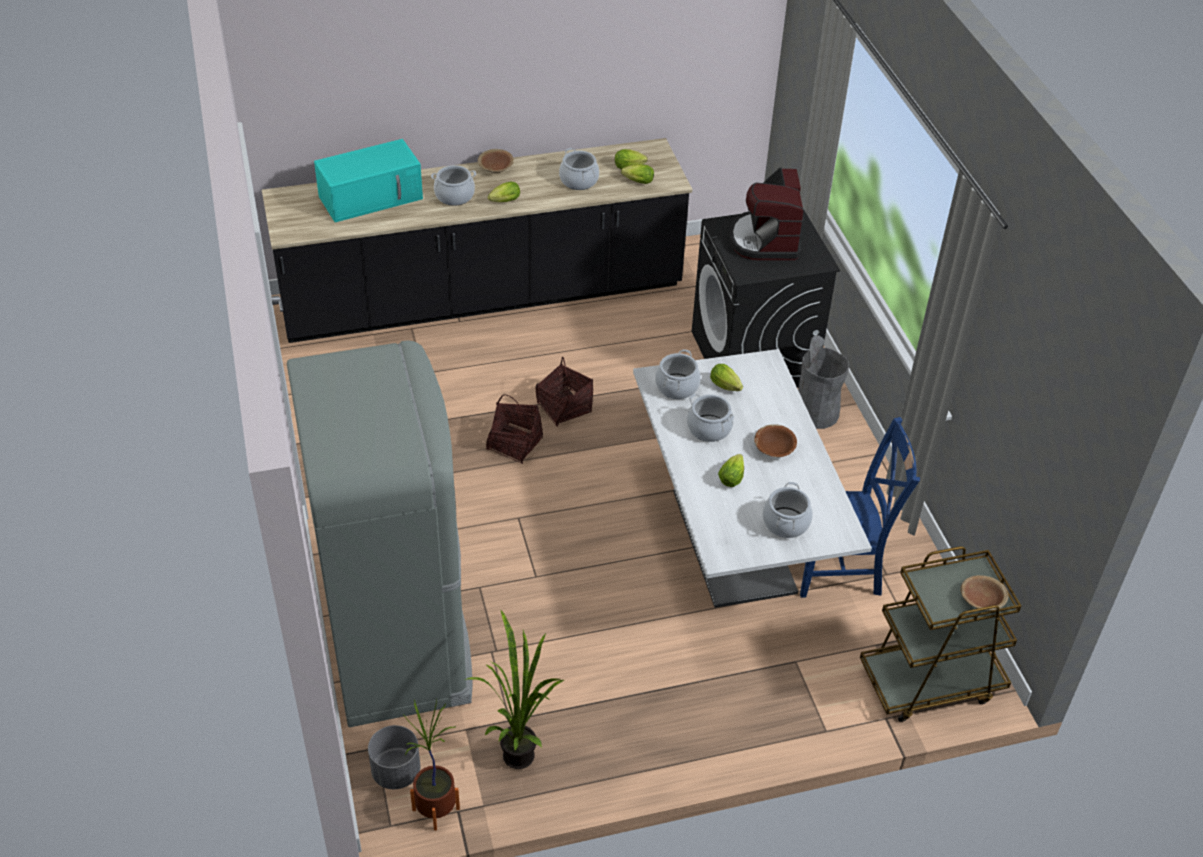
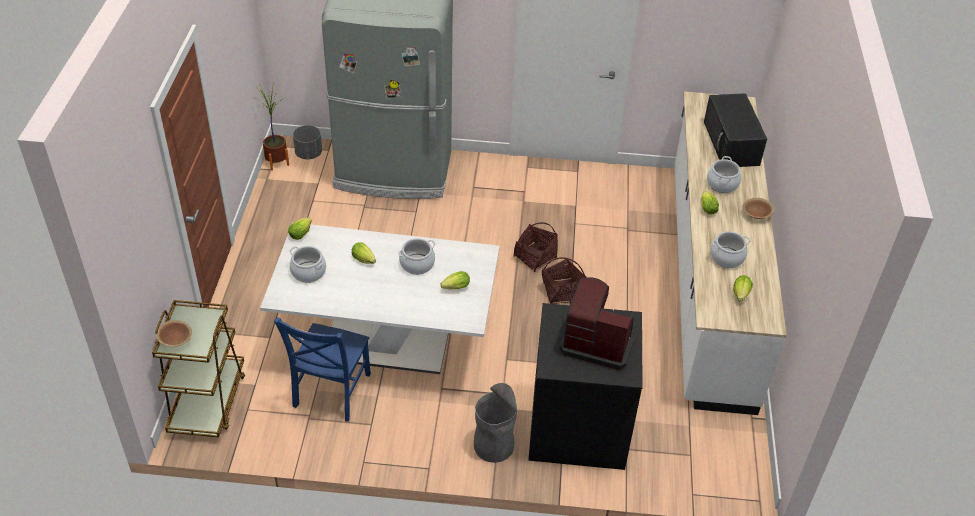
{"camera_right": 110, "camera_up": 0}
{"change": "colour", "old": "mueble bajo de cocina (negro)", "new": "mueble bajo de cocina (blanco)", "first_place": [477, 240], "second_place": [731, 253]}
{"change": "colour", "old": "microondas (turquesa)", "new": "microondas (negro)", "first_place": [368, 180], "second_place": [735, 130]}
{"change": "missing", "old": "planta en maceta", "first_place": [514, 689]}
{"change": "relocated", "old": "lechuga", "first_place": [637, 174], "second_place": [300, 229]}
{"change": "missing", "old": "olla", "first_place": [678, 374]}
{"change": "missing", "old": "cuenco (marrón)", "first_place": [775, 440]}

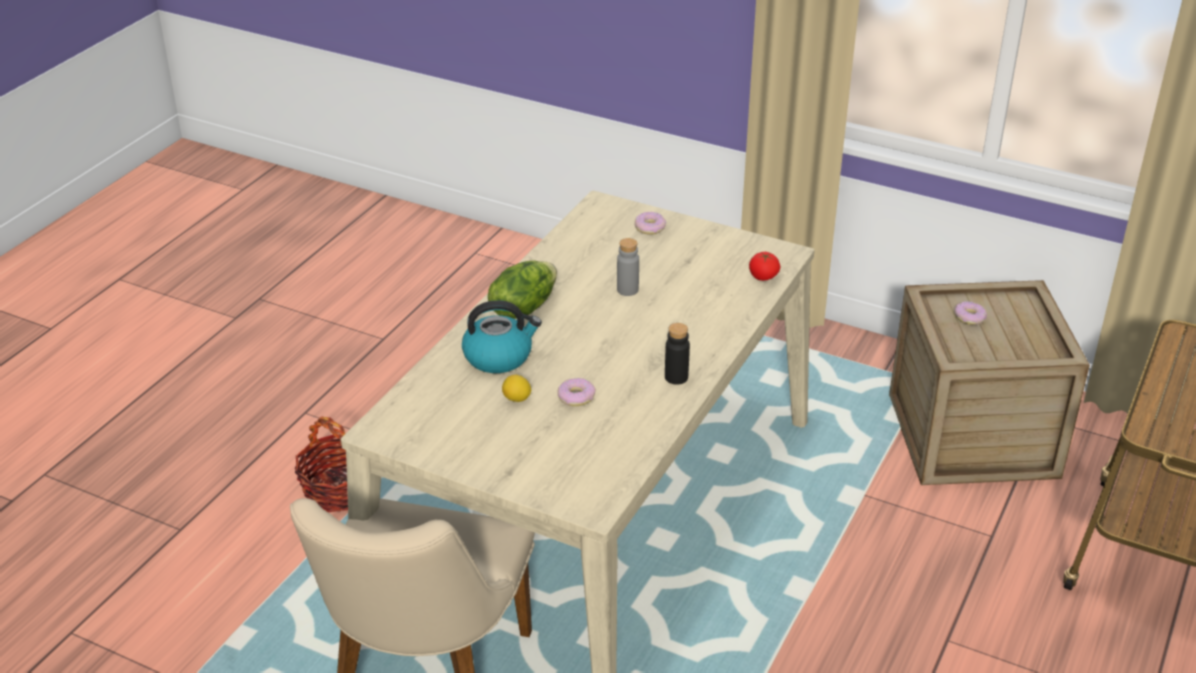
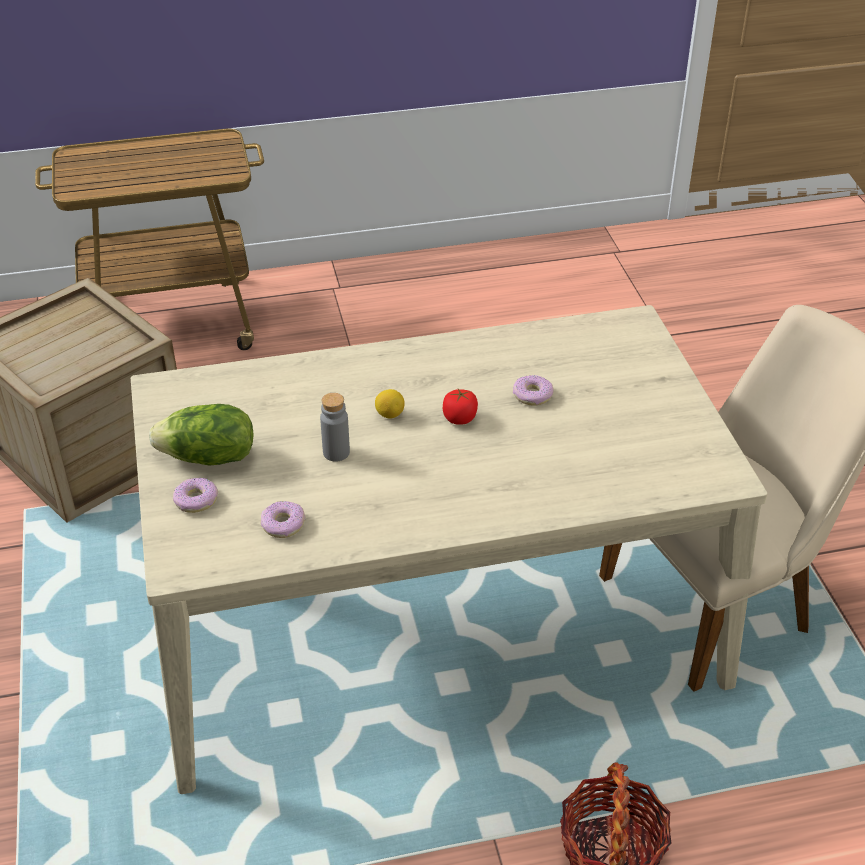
{"camera_right": -130, "camera_up": 5}
{"change": "missing", "old": "hervidor", "first_place": [502, 336]}
{"change": "relocated", "old": "lechuga", "first_place": [522, 289], "second_place": [201, 435]}
{"change": "relocated", "old": "limón", "first_place": [517, 388], "second_place": [390, 403]}
{"change": "missing", "old": "botella (negro)", "first_place": [677, 354]}
{"change": "relocated", "old": "tomate", "first_place": [764, 266], "second_place": [460, 407]}
{"change": "relocated", "old": "rosquilla", "first_place": [970, 313], "second_place": [282, 519]}

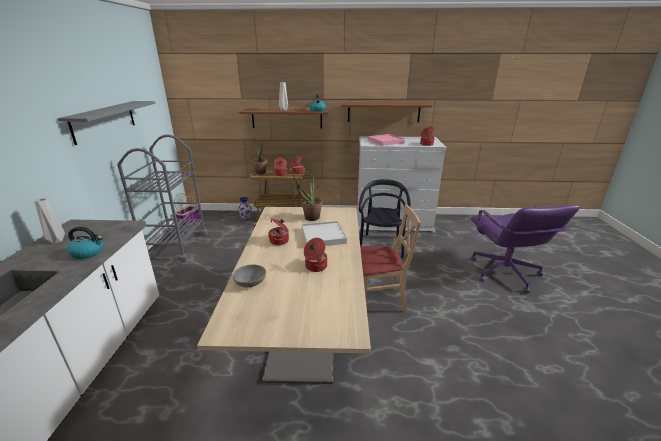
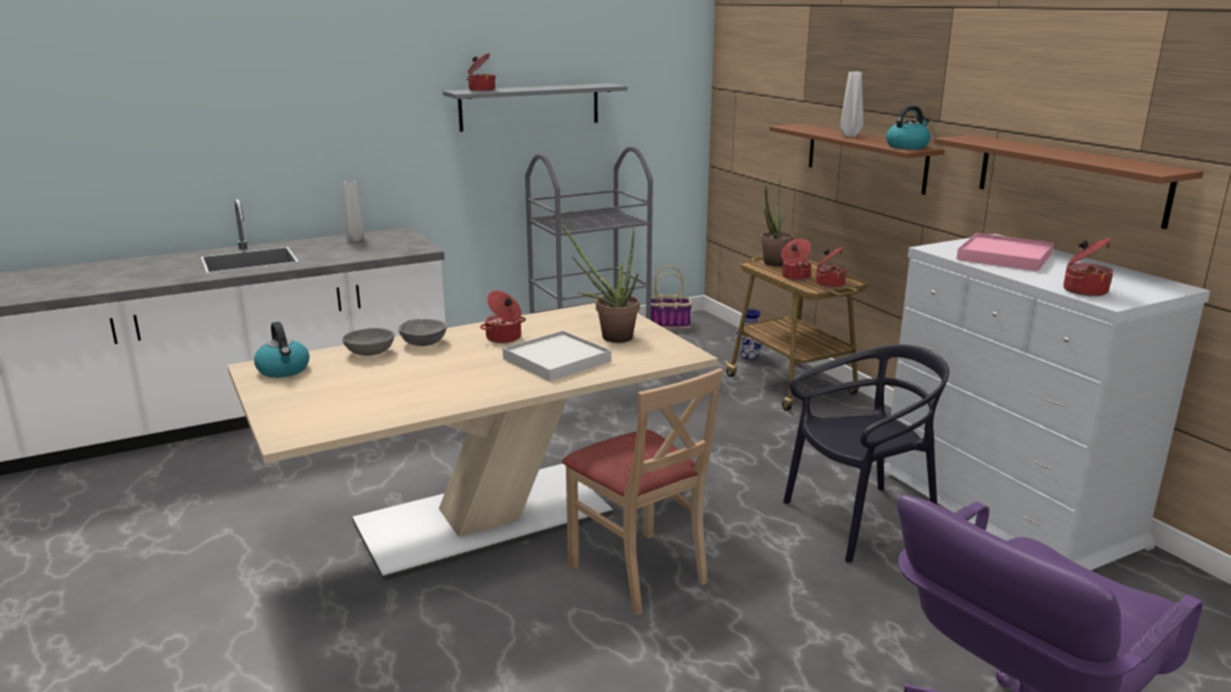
{"camera_right": 60, "camera_up": -5}
{"change": "relocated", "old": "hervidor", "first_place": [85, 243], "second_place": [281, 350]}
{"change": "relocated", "old": "olla", "first_place": [315, 255], "second_place": [481, 72]}
{"change": "appeared", "new": "cuenco (gris)", "second_place": [422, 332]}

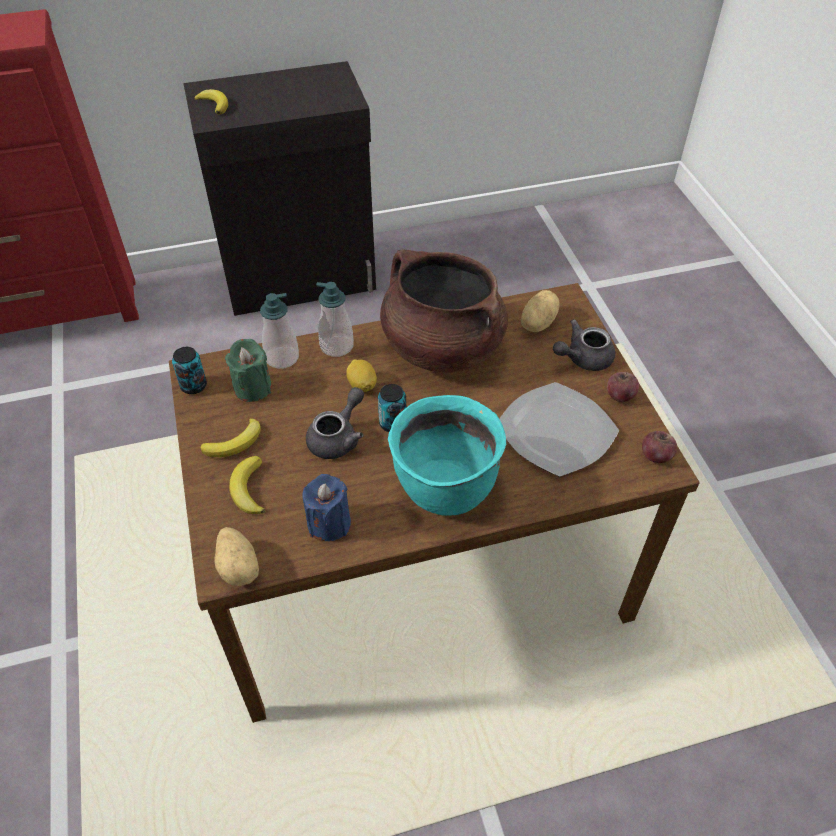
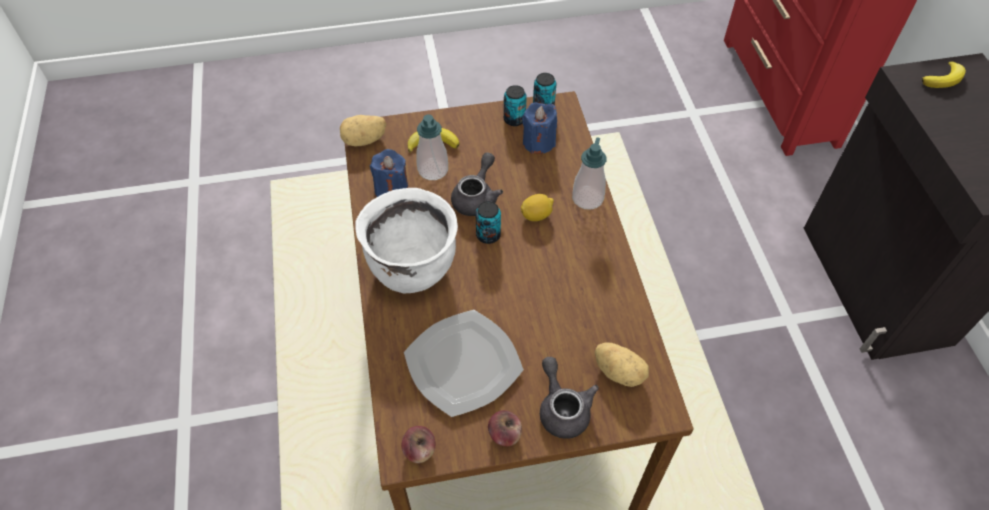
{"camera_right": 95, "camera_up": 5}
{"change": "missing", "old": "plátano", "first_place": [230, 437]}
{"change": "colour", "old": "vela (verde)", "new": "vela (azul)", "first_place": [248, 370], "second_place": [539, 128]}
{"change": "relocated", "old": "dispensador de jabón", "first_place": [279, 331], "second_place": [432, 147]}
{"change": "spun", "old": "tetera (gris)", "first_place": [335, 423], "second_place": [477, 184], "degrees": -105}
{"change": "missing", "old": "olla (marrón)", "first_place": [444, 311]}
{"change": "colour", "old": "olla (turquesa)", "new": "olla (blanco)", "first_place": [447, 455], "second_place": [406, 240]}
{"change": "appeared", "new": "lata", "second_place": [515, 105]}

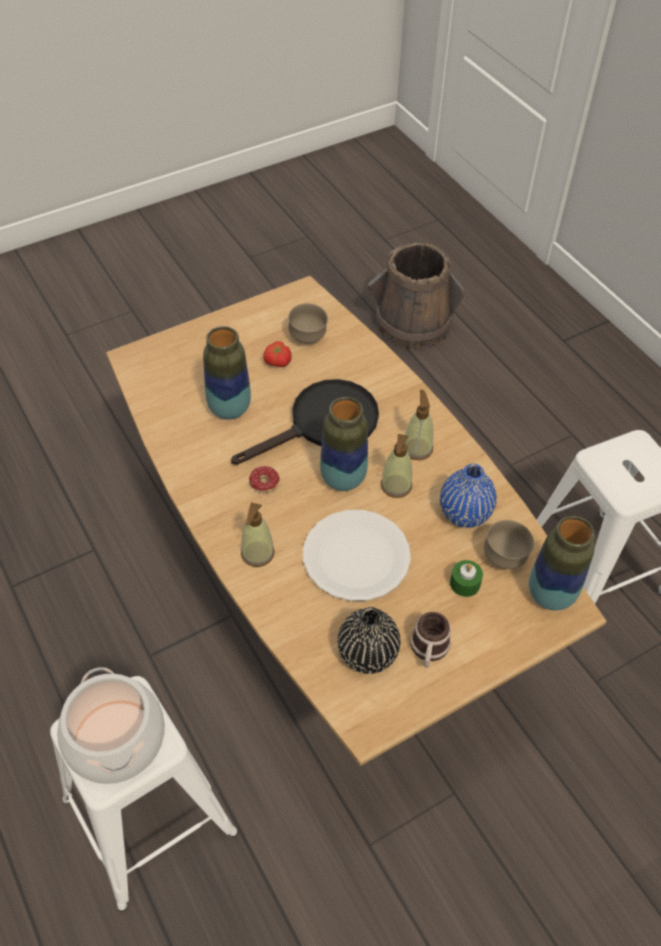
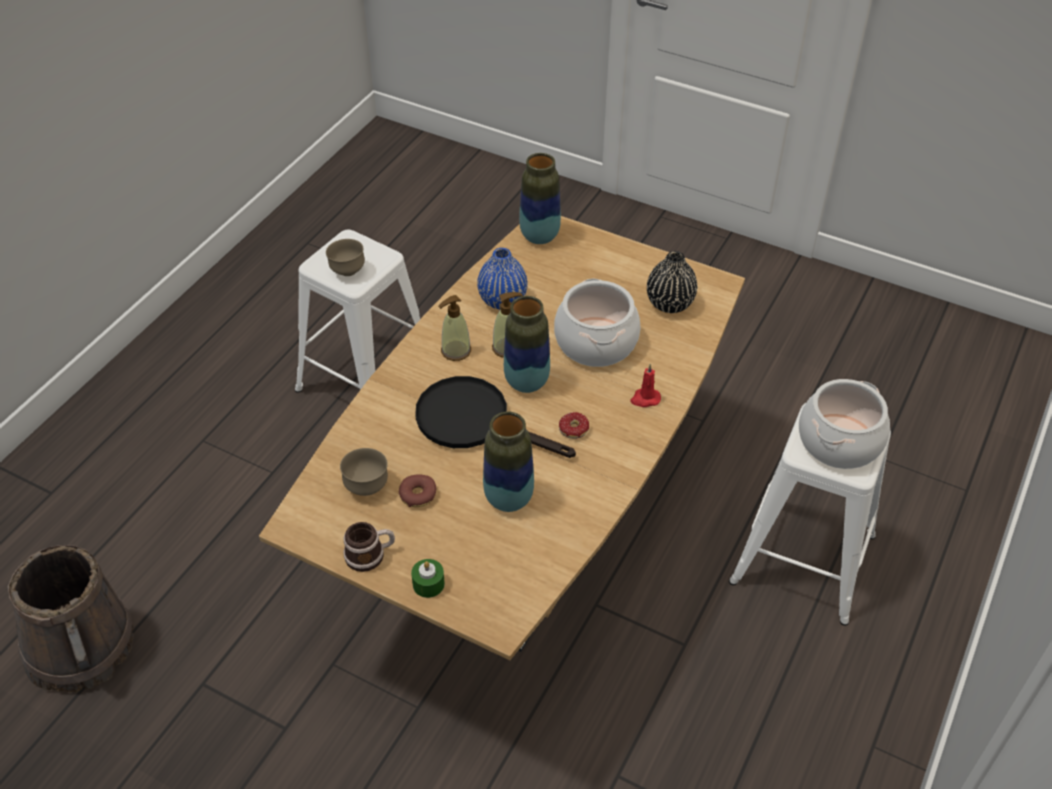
{"camera_right": -120, "camera_up": -5}
{"change": "exchanged", "old": "dispensador de jabón", "new": "vela (rojo)", "first_place": [258, 534], "second_place": [645, 385]}
{"change": "exchanged", "old": "tomate", "new": "rosquilla", "first_place": [277, 354], "second_place": [417, 490]}
{"change": "exchanged", "old": "plato (blanco)", "new": "olla", "first_place": [357, 555], "second_place": [597, 323]}
{"change": "relocated", "old": "taza grande", "first_place": [430, 639], "second_place": [369, 547]}
{"change": "relocated", "old": "vela (verde)", "first_place": [466, 578], "second_place": [428, 578]}
{"change": "relocated", "old": "cuenco (marrón)", "first_place": [509, 544], "second_place": [345, 257]}

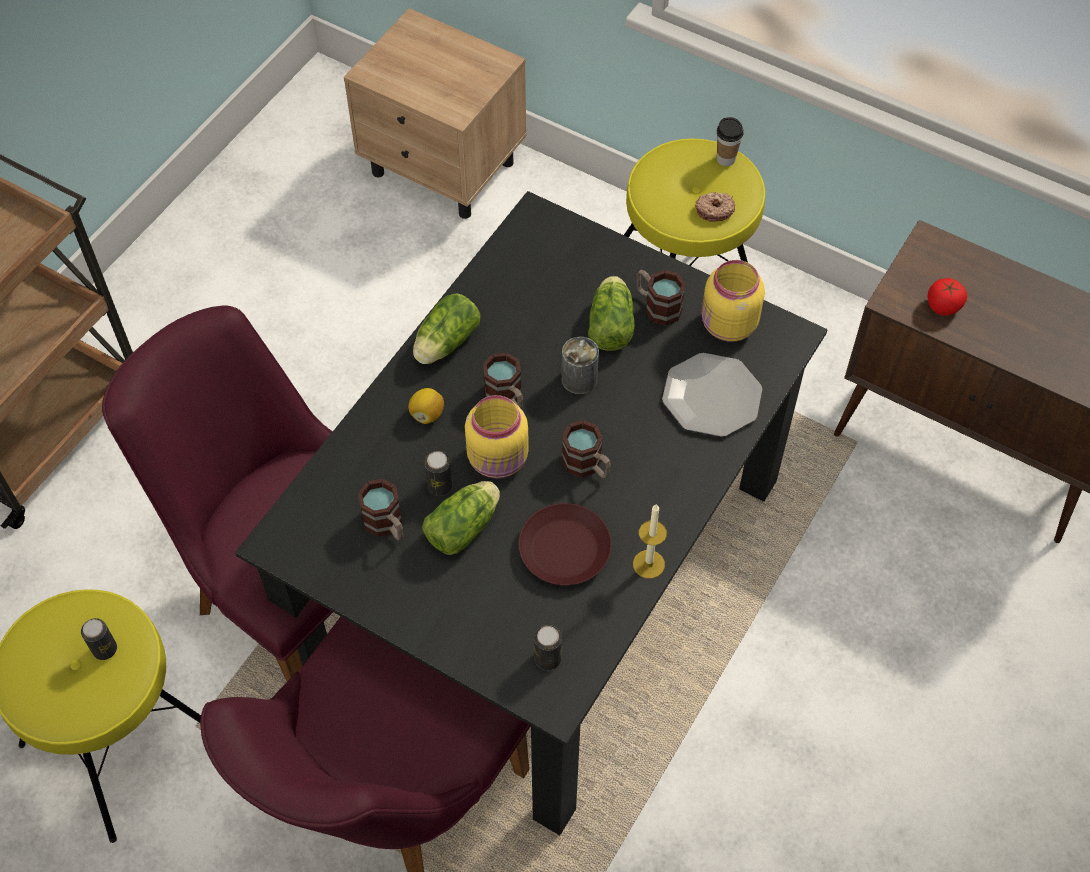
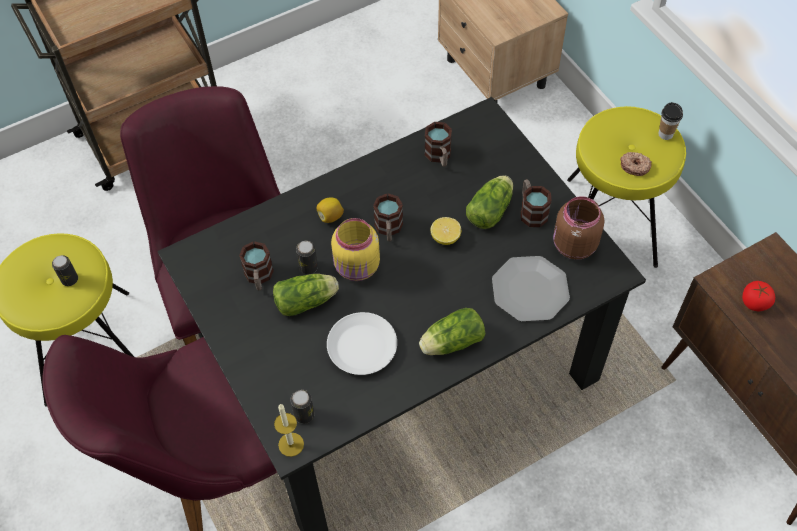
{"camera_right": 30, "camera_up": 0}
{"change": "relocated", "old": "lechuga", "first_place": [446, 328], "second_place": [452, 331]}
{"change": "colour", "old": "plato (marrón)", "new": "plato (blanco)", "first_place": [565, 544], "second_place": [362, 343]}
{"change": "exchanged", "old": "lata", "new": "limón", "first_place": [580, 365], "second_place": [446, 231]}
{"change": "relocated", "old": "taza grande", "first_place": [586, 449], "second_place": [438, 144]}
{"change": "relocated", "old": "vela", "first_place": [650, 541], "second_place": [289, 430]}
{"change": "colour", "old": "tarro (amarillo)", "new": "tarro (marrón)", "first_place": [733, 301], "second_place": [578, 228]}

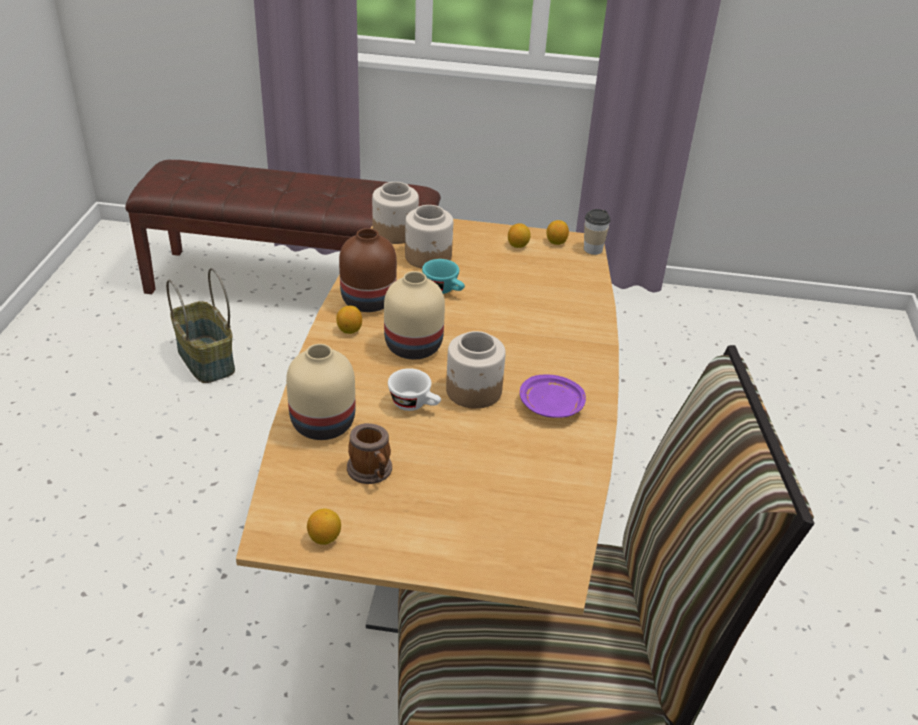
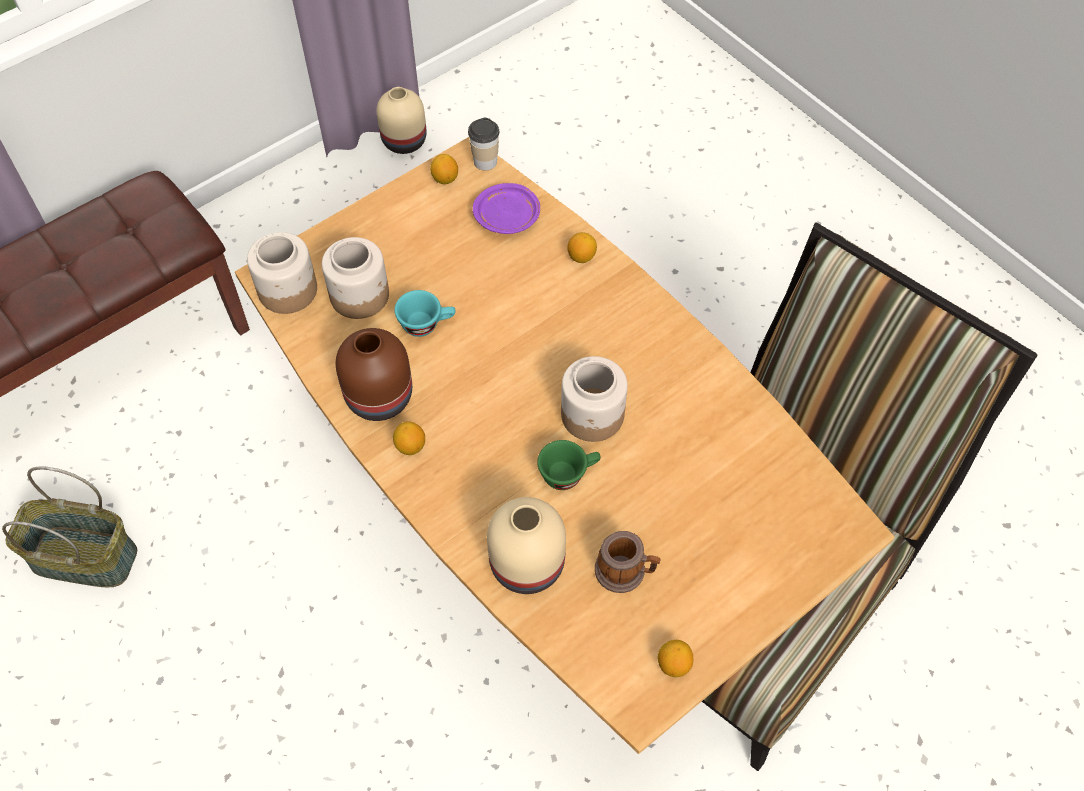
{"camera_right": -45, "camera_up": 20}
{"change": "relocated", "old": "florero (beis)", "first_place": [414, 315], "second_place": [401, 120]}
{"change": "colour", "old": "taza (blanco)", "new": "taza (verde)", "first_place": [414, 389], "second_place": [569, 465]}
{"change": "relocated", "old": "limón", "first_place": [519, 235], "second_place": [582, 247]}
{"change": "relocated", "old": "plato (morado)", "first_place": [553, 396], "second_place": [506, 208]}

